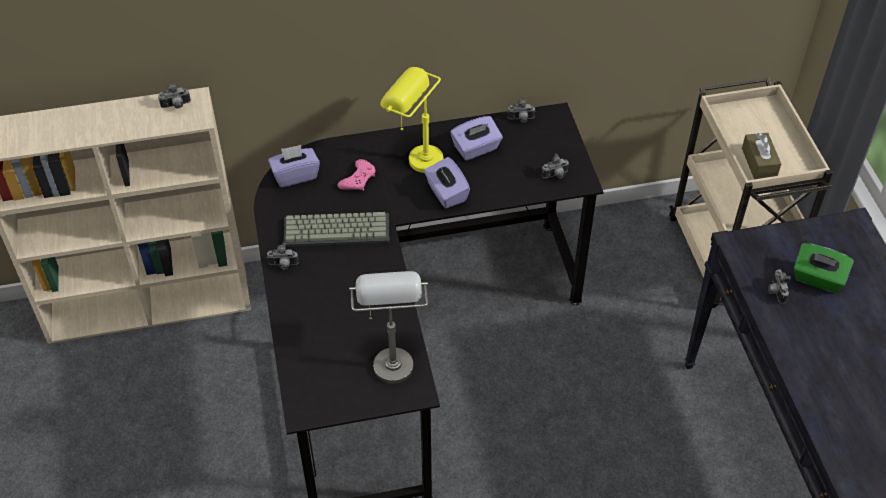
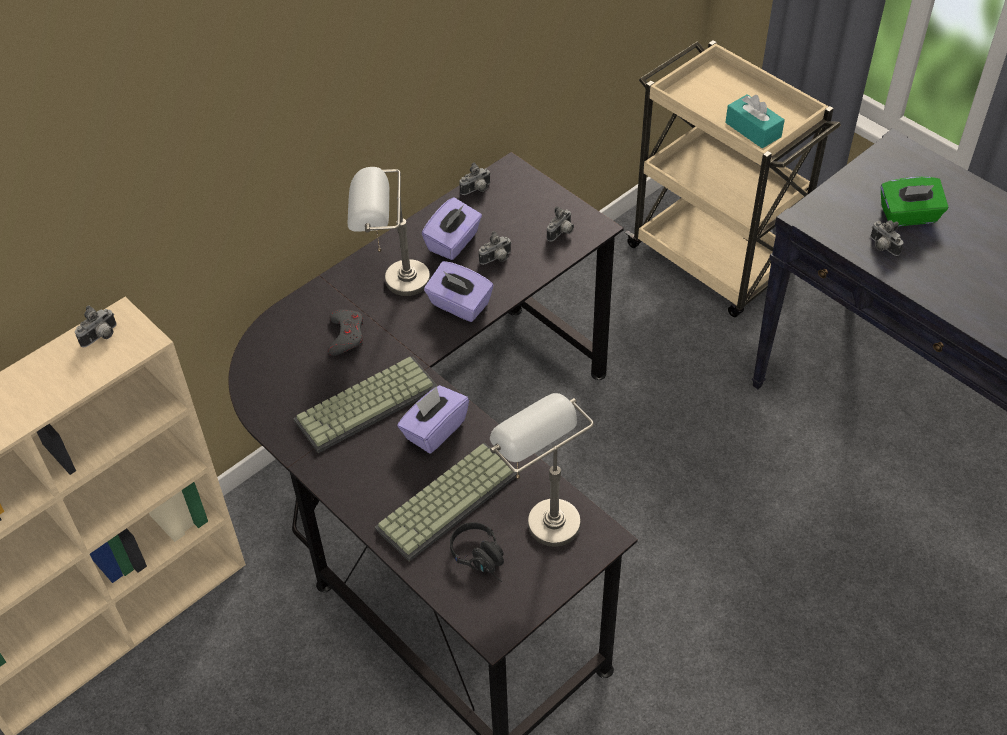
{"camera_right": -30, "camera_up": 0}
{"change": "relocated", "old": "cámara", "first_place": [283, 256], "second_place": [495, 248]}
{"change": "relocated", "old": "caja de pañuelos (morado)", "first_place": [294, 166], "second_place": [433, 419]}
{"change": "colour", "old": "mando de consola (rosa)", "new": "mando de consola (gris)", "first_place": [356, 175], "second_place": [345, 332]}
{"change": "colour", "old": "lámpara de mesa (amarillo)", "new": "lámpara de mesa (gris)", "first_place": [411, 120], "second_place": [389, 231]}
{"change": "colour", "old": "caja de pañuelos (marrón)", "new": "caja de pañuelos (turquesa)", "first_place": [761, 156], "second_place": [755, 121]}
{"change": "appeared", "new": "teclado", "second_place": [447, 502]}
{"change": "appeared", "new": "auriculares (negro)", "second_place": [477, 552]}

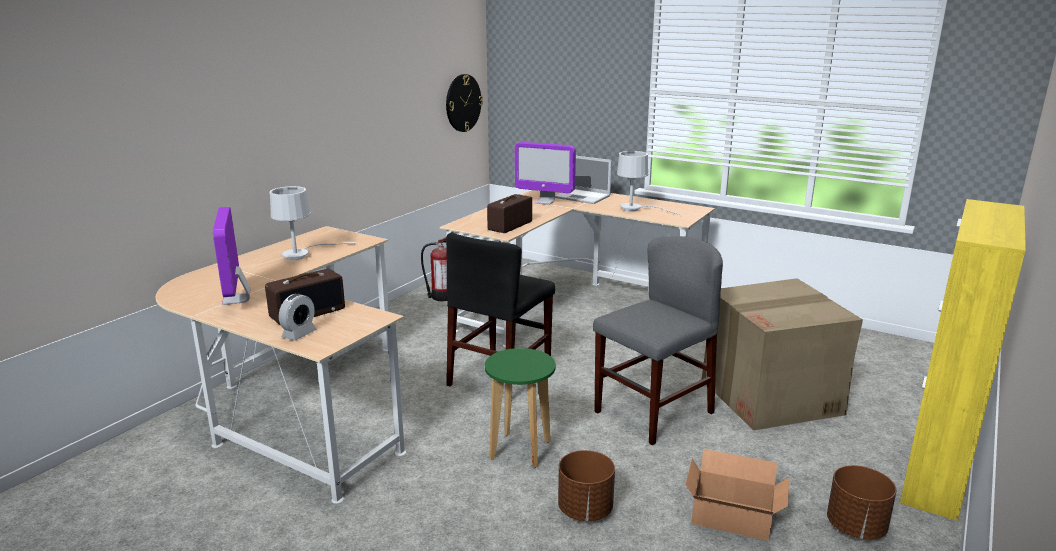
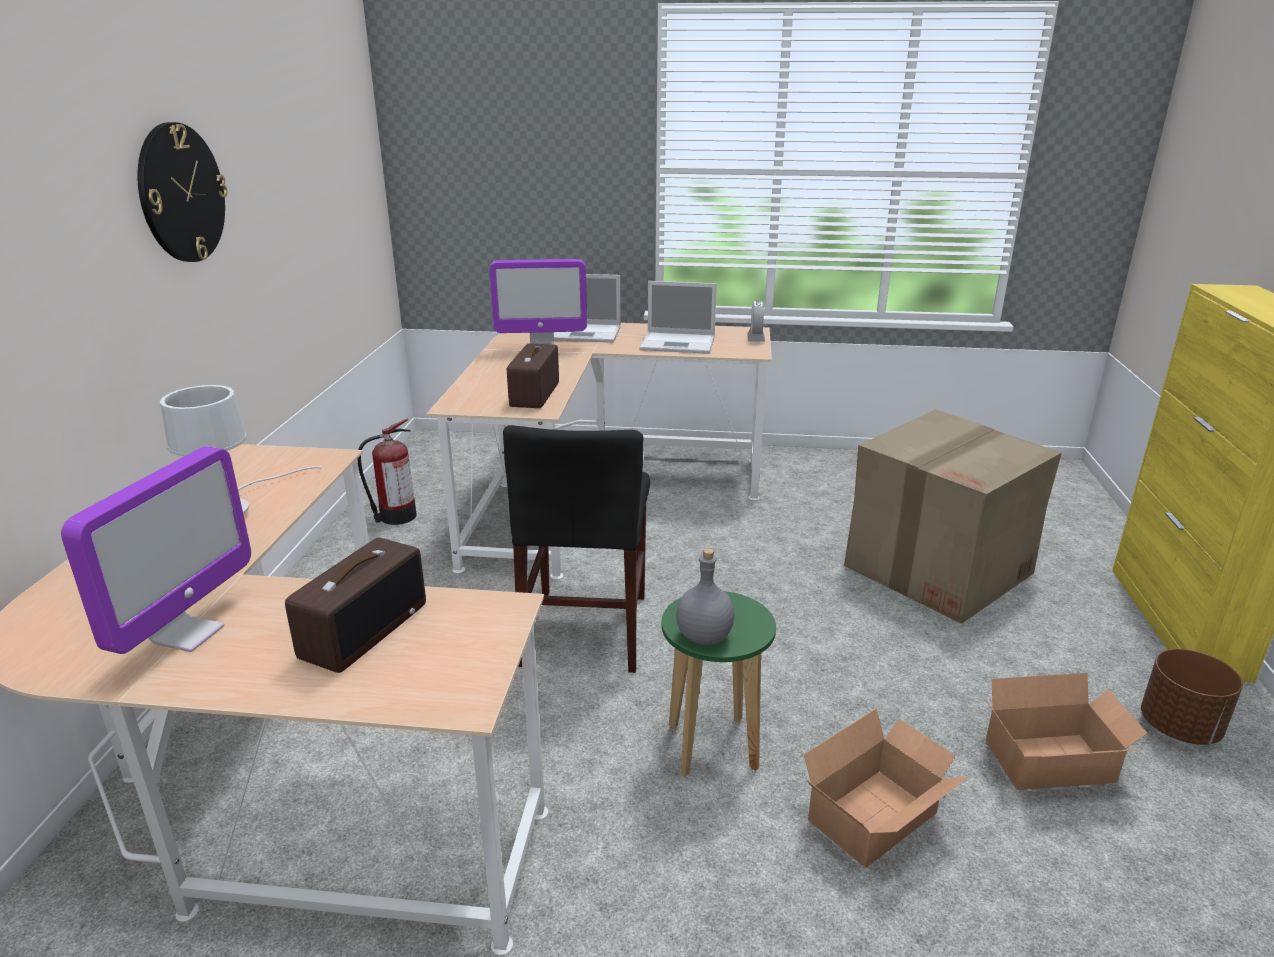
{"camera_right": -25, "camera_up": 5}
{"change": "spun", "old": "monitor", "first_place": [231, 256], "second_place": [156, 550], "degrees": -120}
{"change": "relocated", "old": "despertador", "first_place": [298, 317], "second_place": [756, 321]}
{"change": "relocated", "old": "reloj de pared", "first_place": [464, 103], "second_place": [182, 192]}
{"change": "exchanged", "old": "maceta (marrón)", "new": "caja de cartón", "first_place": [586, 485], "second_place": [886, 788]}
{"change": "missing", "old": "silla (gris)", "first_place": [658, 340]}
{"change": "exchanged", "old": "lámpara de mesa (blanco)", "new": "portátil", "first_place": [649, 184], "second_place": [678, 317]}
{"change": "appeared", "new": "botella (gris)", "second_place": [705, 596]}

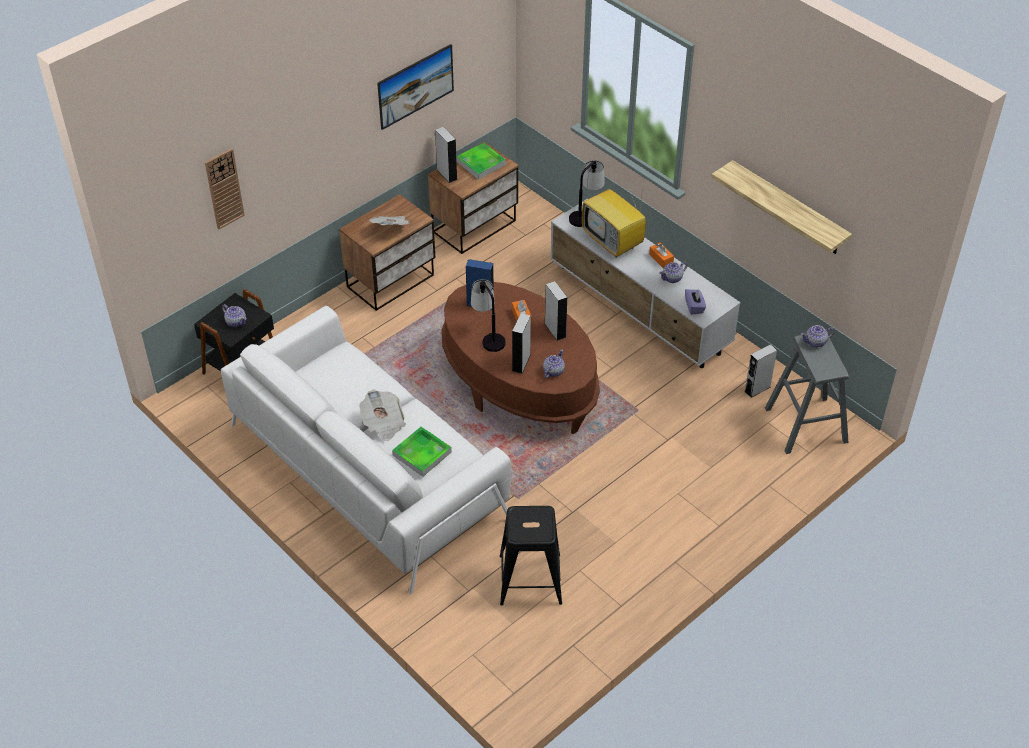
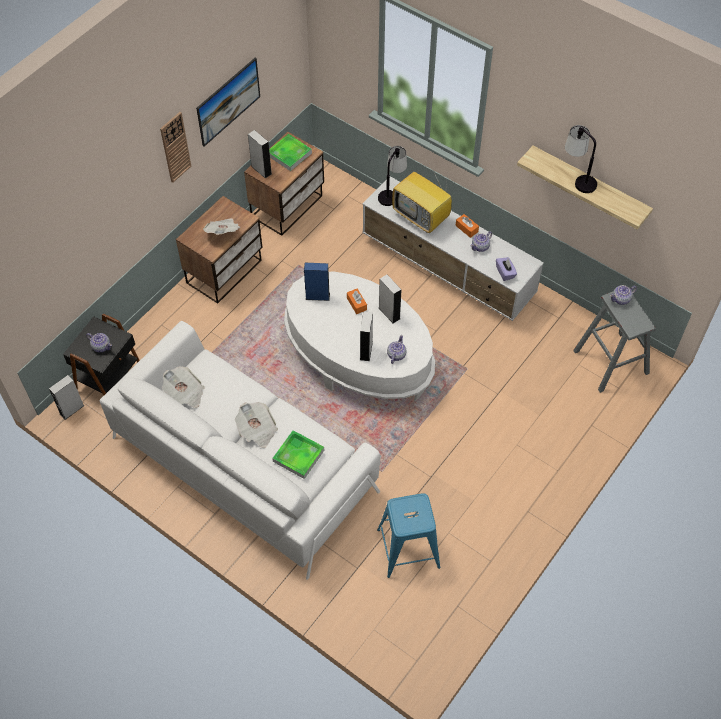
{"camera_right": -10, "camera_up": 10}
{"change": "relocated", "old": "reloj de pared", "first_place": [225, 188], "second_place": [175, 147]}
{"change": "colour", "old": "mesa de centro (marrón)", "new": "mesa de centro (blanco)", "first_place": [520, 358], "second_place": [359, 336]}
{"change": "relocated", "old": "lámpara de mesa", "first_place": [488, 315], "second_place": [581, 159]}
{"change": "colour", "old": "taburete (negro)", "new": "taburete (azul)", "first_place": [531, 556], "second_place": [408, 535]}
{"change": "relocated", "old": "altavoz (gris)", "first_place": [760, 371], "second_place": [66, 397]}
{"change": "appeared", "new": "periódico", "second_place": [183, 387]}

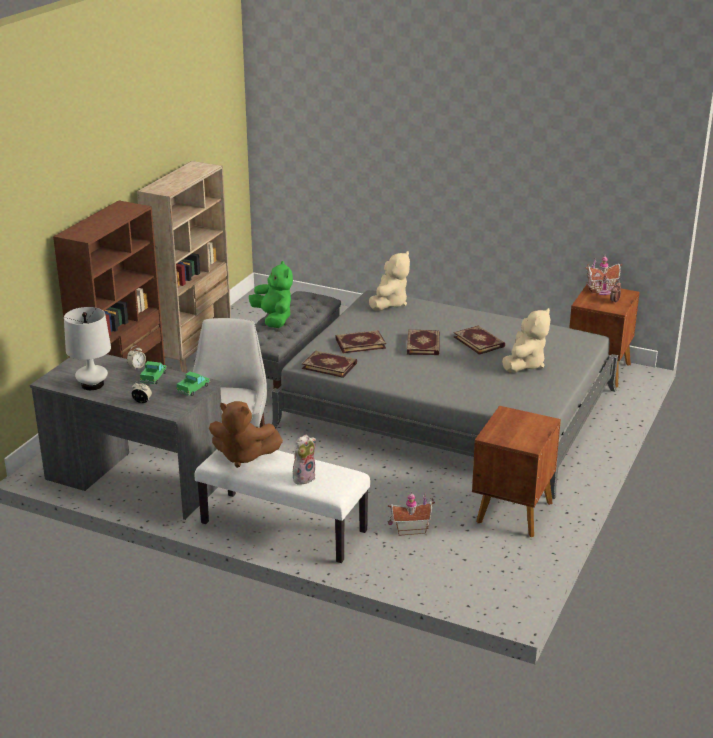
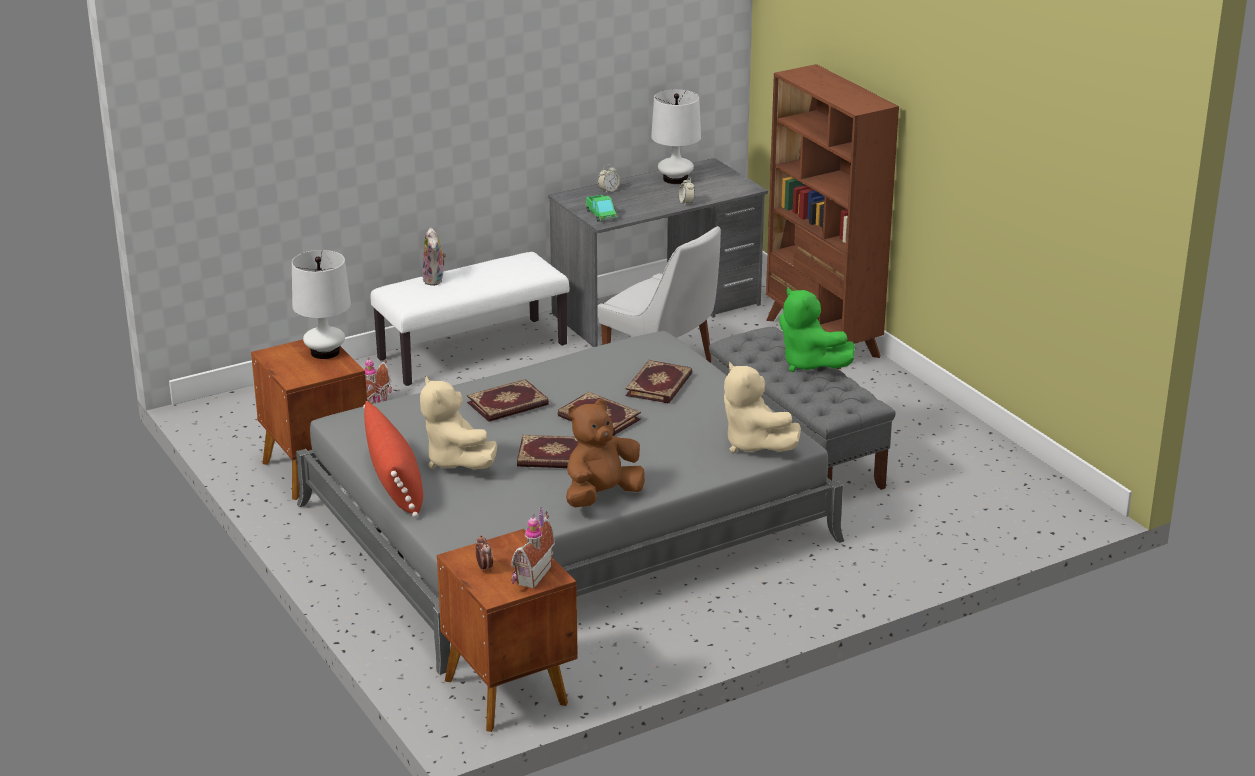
{"camera_right": 125, "camera_up": 0}
{"change": "missing", "old": "estantería (beis)", "first_place": [184, 267]}
{"change": "missing", "old": "camión de juguete", "first_place": [153, 372]}
{"change": "relocated", "old": "peluche (marrón)", "first_place": [246, 434], "second_place": [605, 453]}
{"change": "spun", "old": "peluche (verde)", "first_place": [271, 294], "second_place": [817, 329], "degrees": 45}
{"change": "relocated", "old": "libro", "first_place": [329, 364], "second_place": [508, 400]}
{"change": "appeared", "new": "lámpara de mesa (blanco)", "second_place": [321, 304]}
{"change": "appeared", "new": "cojín (rojo)", "second_place": [393, 459]}

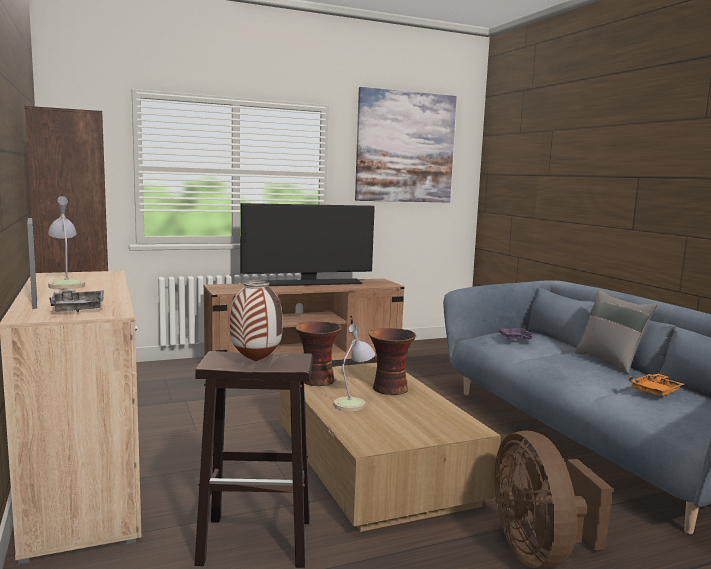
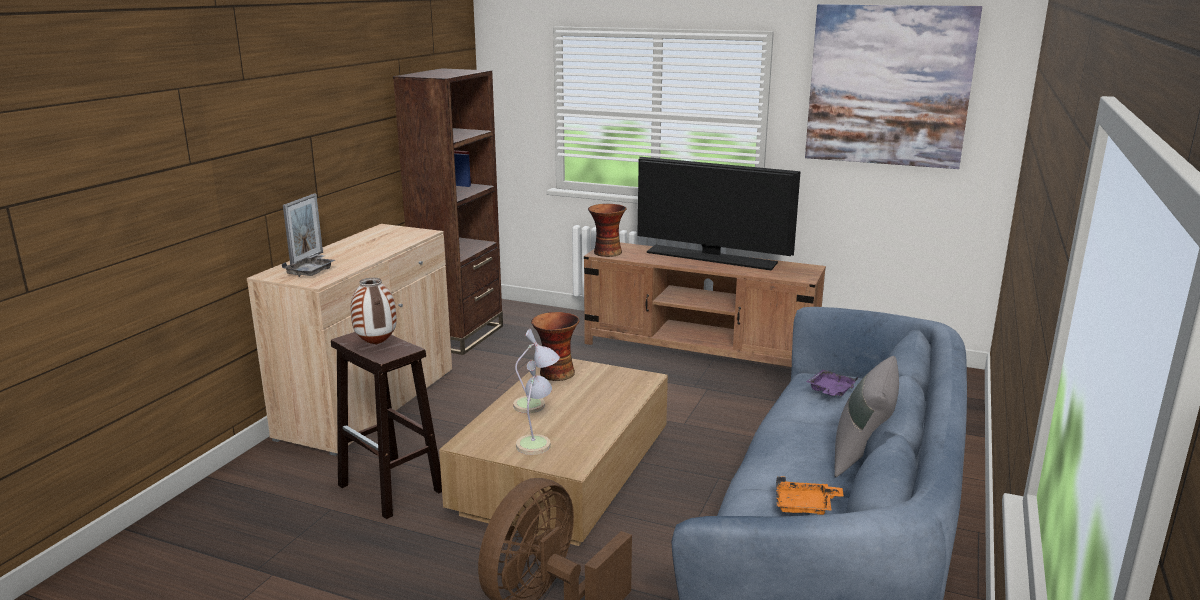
{"camera_right": 45, "camera_up": 10}
{"change": "relocated", "old": "lámpara de mesa", "first_place": [66, 242], "second_place": [534, 408]}
{"change": "relocated", "old": "florero", "first_place": [392, 361], "second_place": [607, 230]}

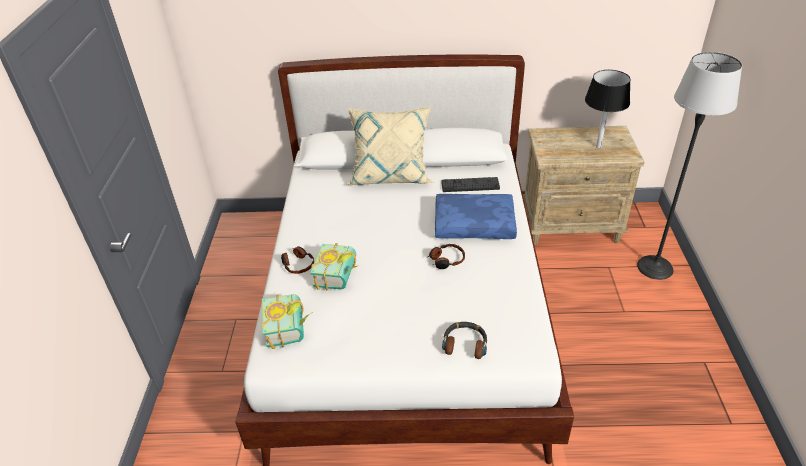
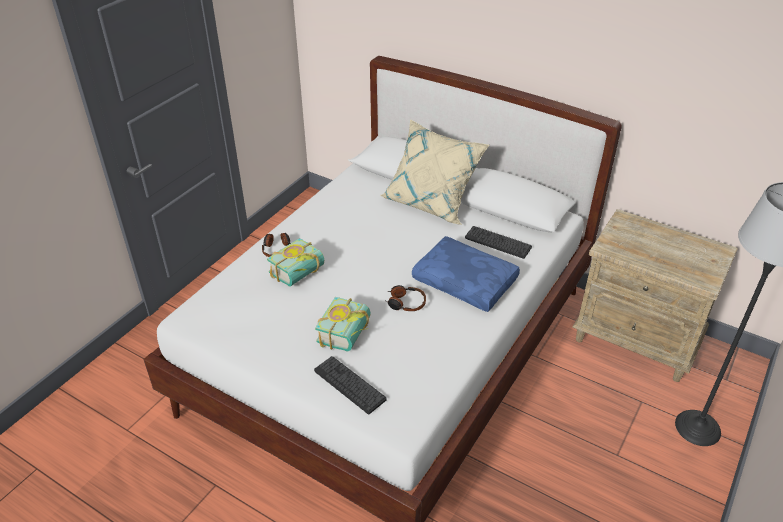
{"camera_right": 30, "camera_up": 0}
{"change": "relocated", "old": "libro", "first_place": [287, 321], "second_place": [343, 324]}
{"change": "exchanged", "old": "auriculares", "new": "teclado", "first_place": [464, 340], "second_place": [350, 385]}
{"change": "missing", "old": "lámpara de mesa (negro)", "first_place": [608, 109]}

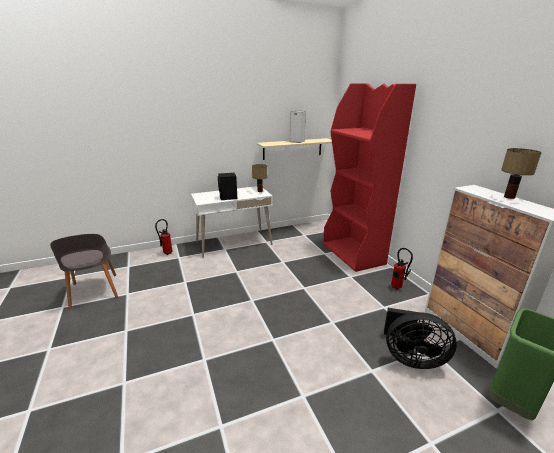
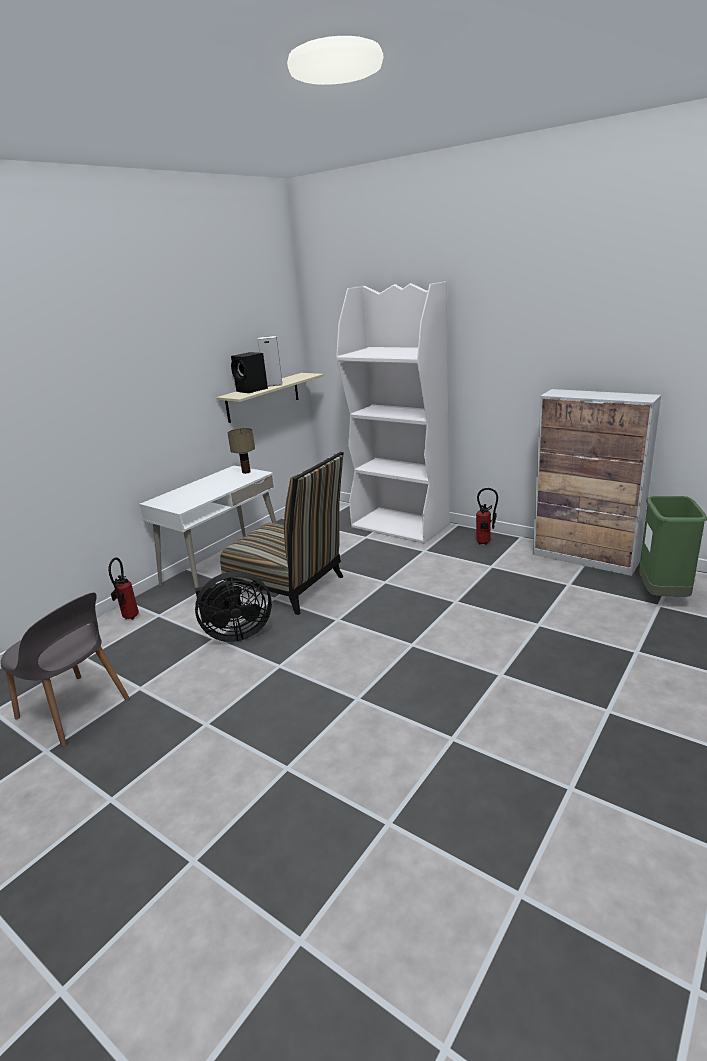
{"camera_right": -30, "camera_up": 0}
{"change": "relocated", "old": "altavoz (negro)", "first_place": [227, 186], "second_place": [249, 372]}
{"change": "colour", "old": "estantería (rojo)", "new": "estantería (blanco)", "first_place": [369, 178], "second_place": [393, 412]}
{"change": "relocated", "old": "ventilador (negro)", "first_place": [420, 338], "second_place": [233, 606]}
{"change": "missing", "old": "lámpara de mesa", "first_place": [521, 173]}
{"change": "appeared", "new": "silla", "second_place": [282, 533]}

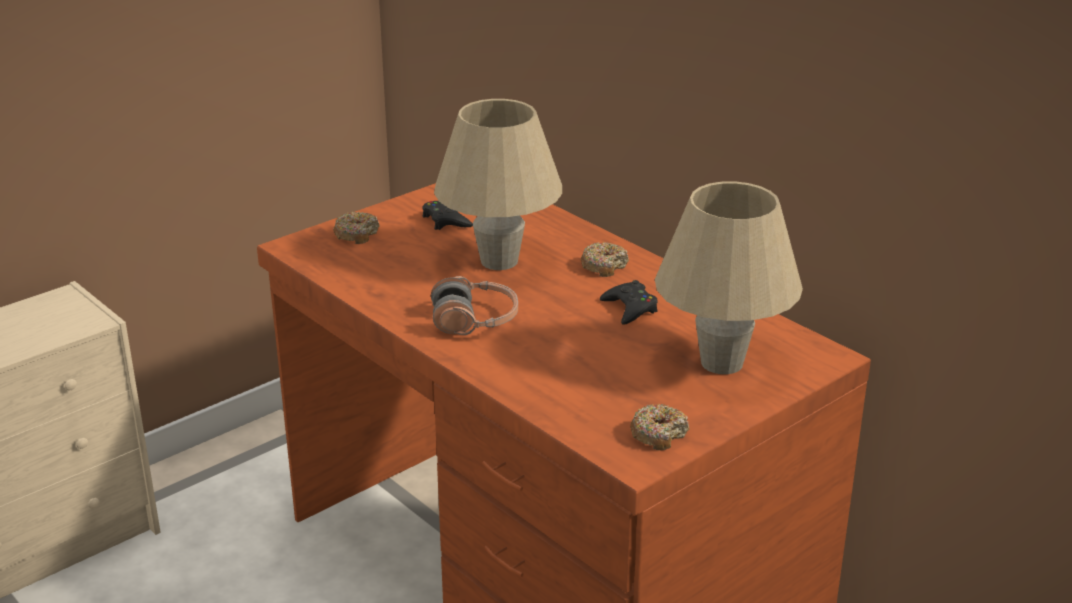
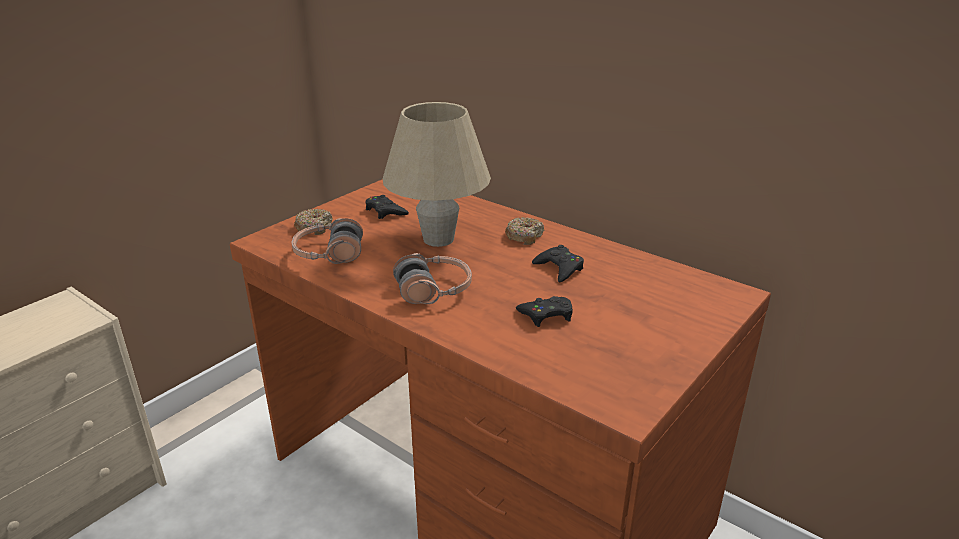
{"camera_right": -10, "camera_up": 0}
{"change": "missing", "old": "rosquilla", "first_place": [659, 427]}
{"change": "missing", "old": "lámpara de mesa (beis)", "first_place": [729, 277]}
{"change": "appeared", "new": "auriculares", "second_place": [327, 241]}
{"change": "appeared", "new": "mando de consola (negro)", "second_place": [544, 311]}

